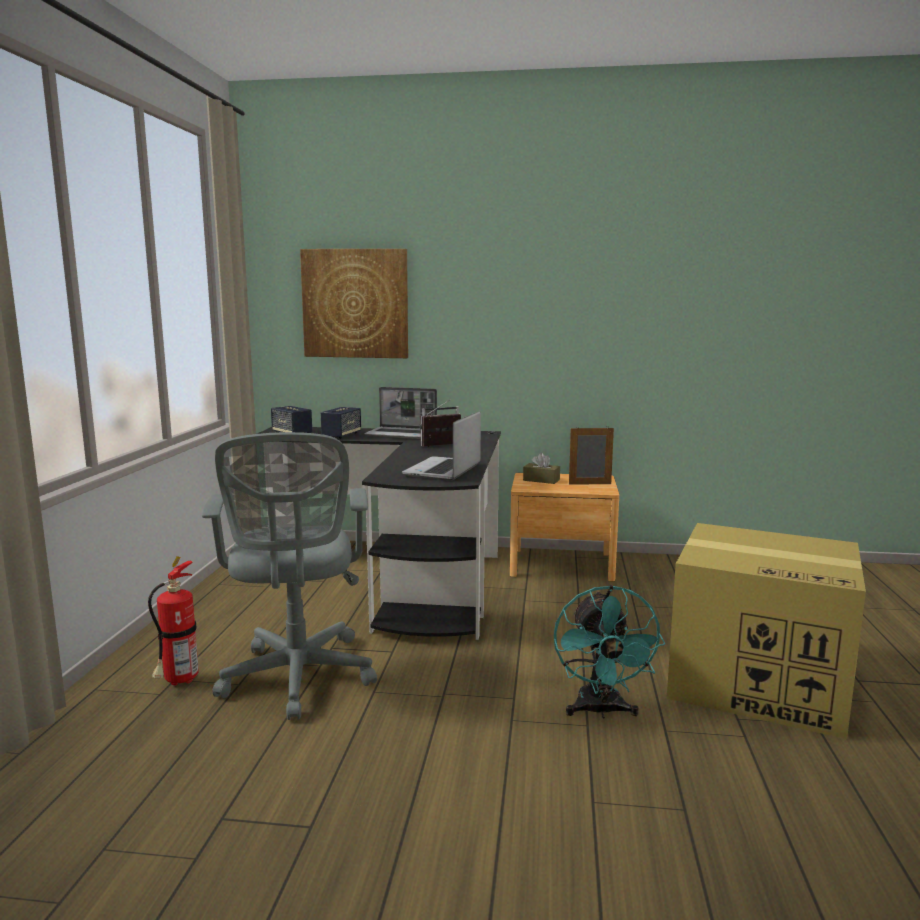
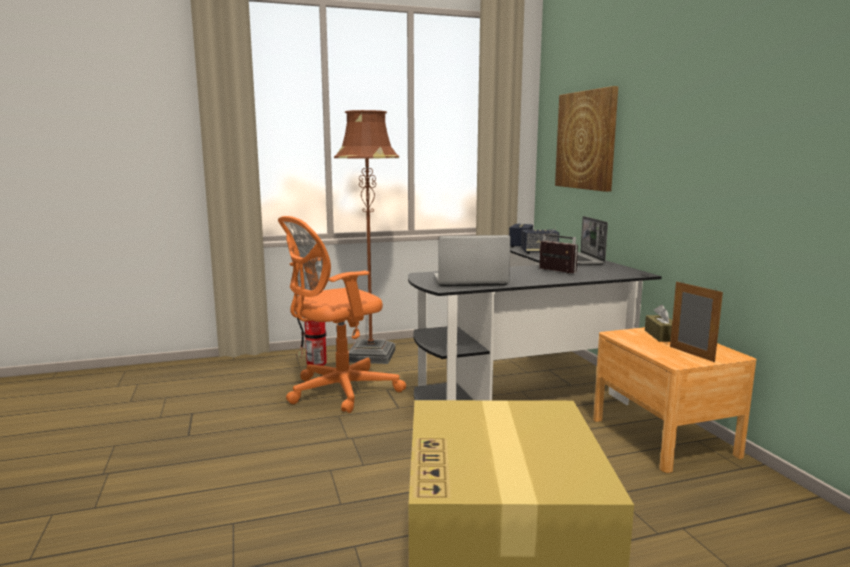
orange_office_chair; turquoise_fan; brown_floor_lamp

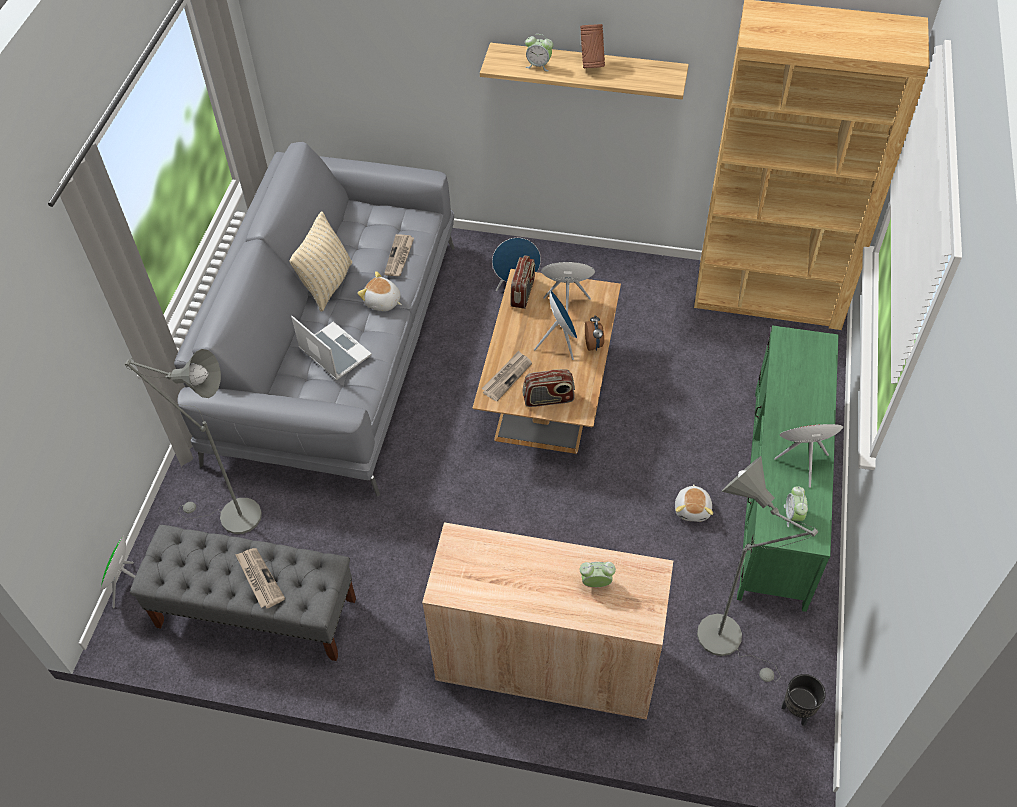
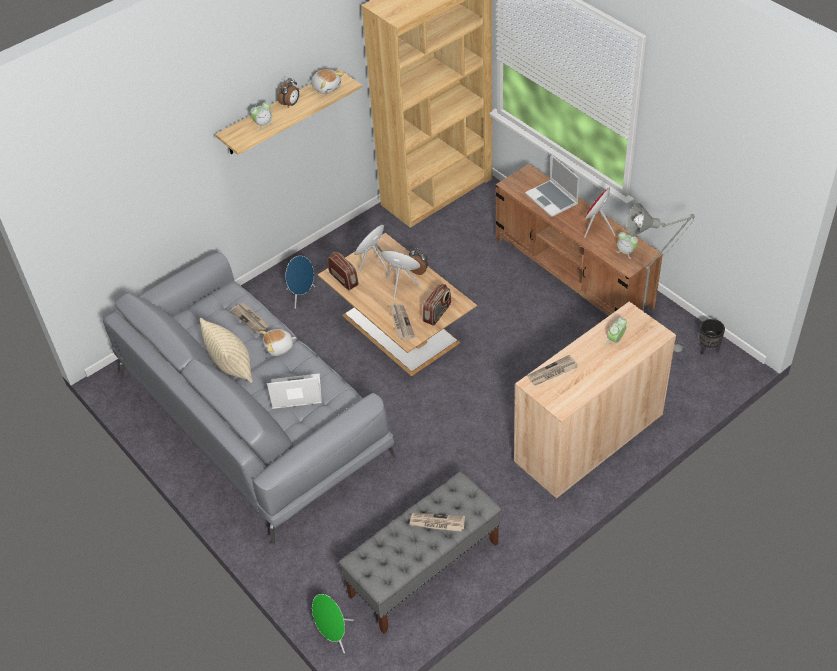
grey_floor_lamp (no. 1 from left in the first image); alarm_clock (no. 2 from left); plush_toy (no. 2 from left); brown_tv_stand; laptop (no. 2 from left); newspaper (no. 4 from left)

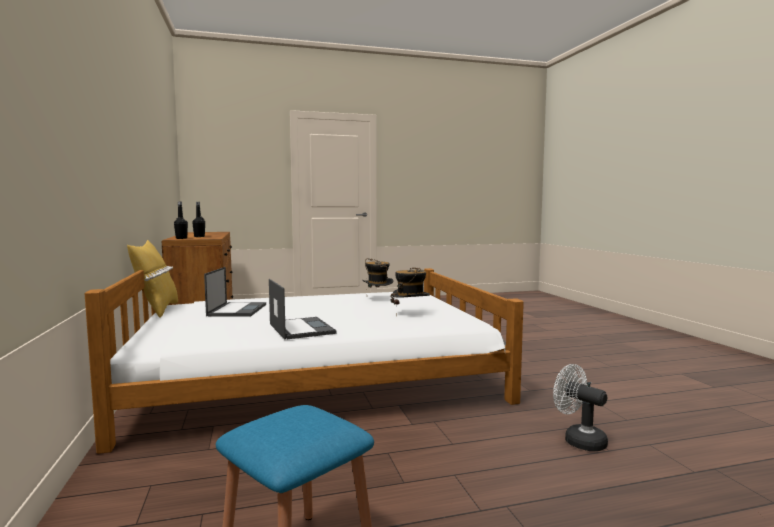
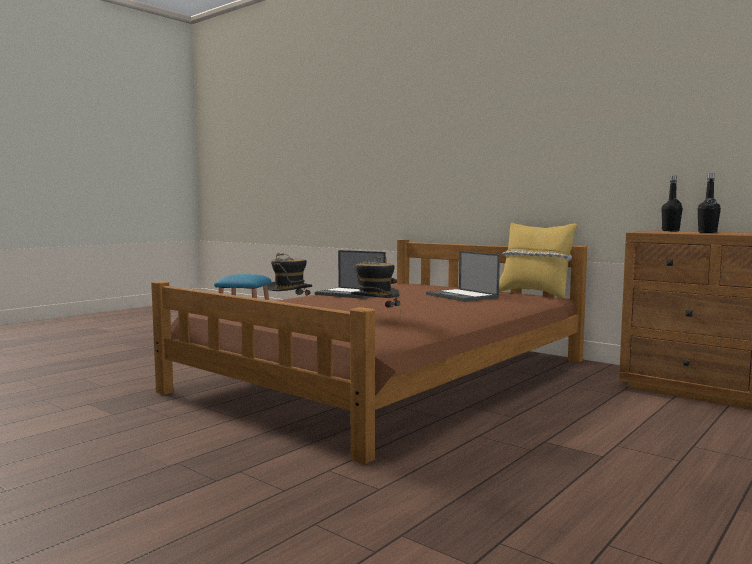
brown_bed; white_fan

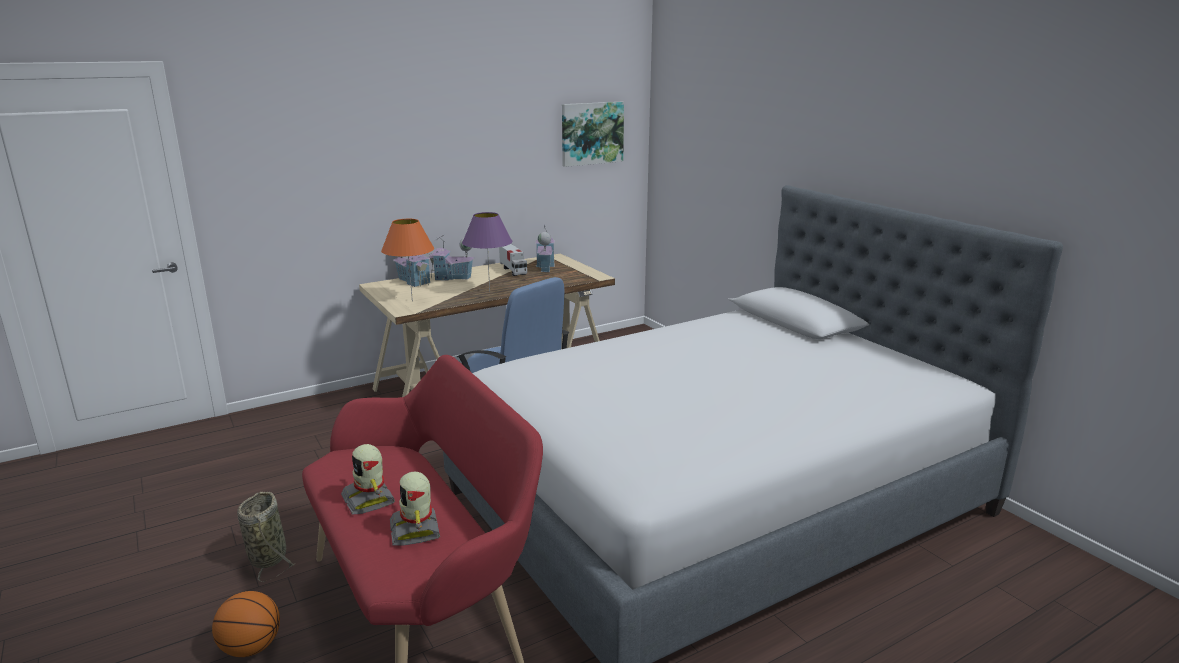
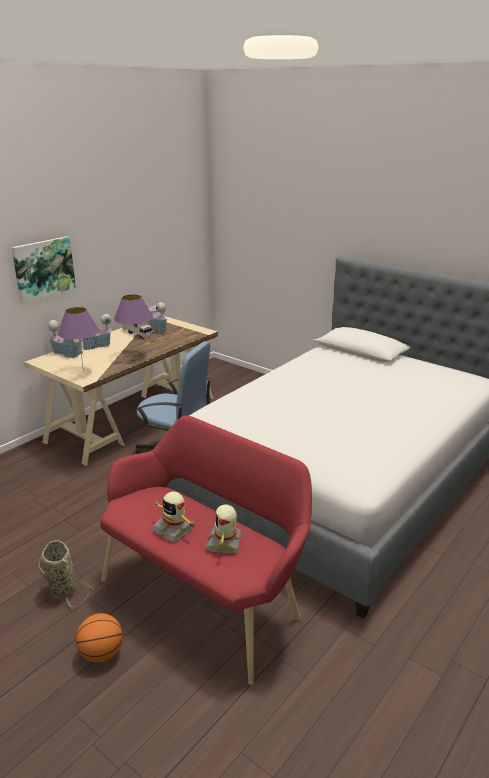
purple_table_lamp (no. 1 from left); toy_robot (no. 2 from left); picture

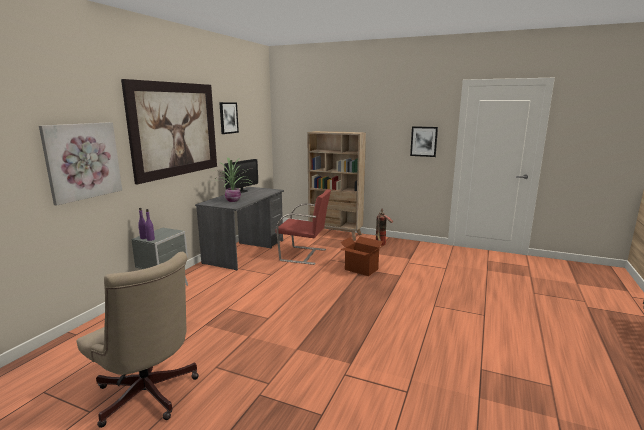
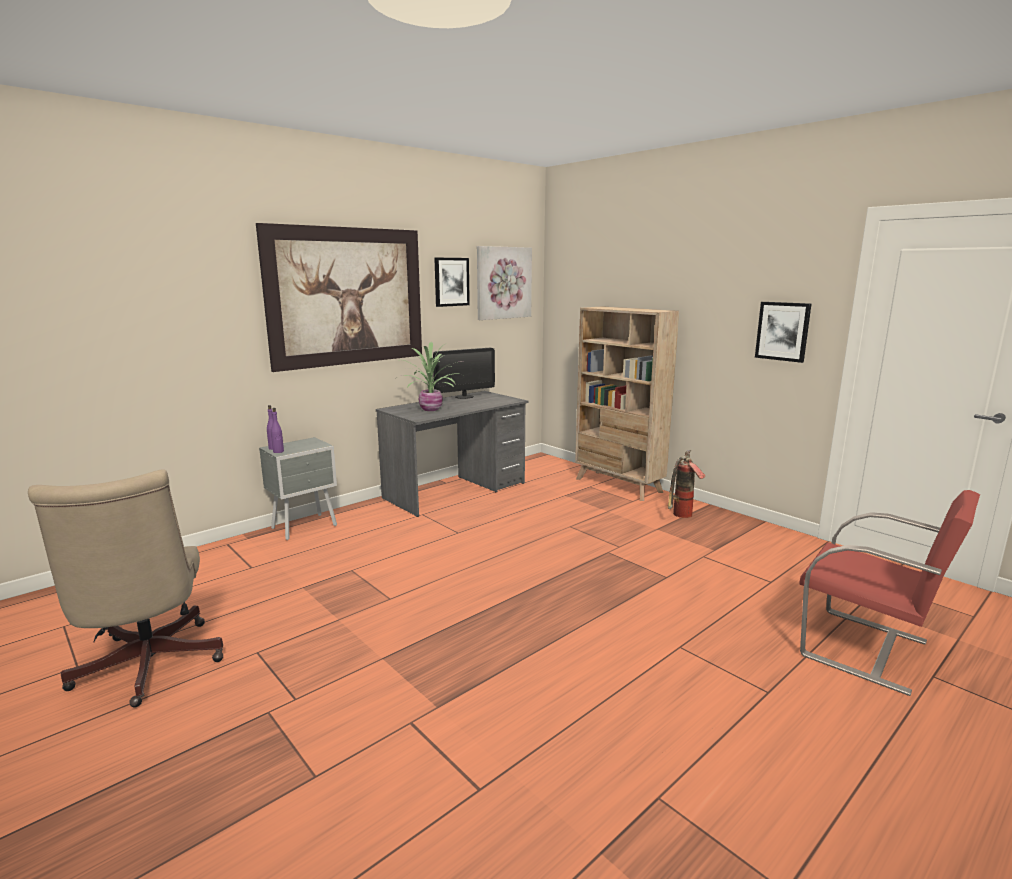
picture (no. 3 from left); red_chair; cardboard_box

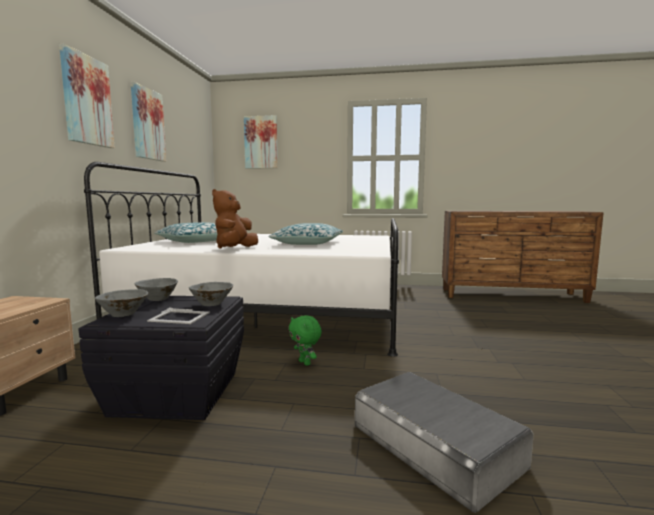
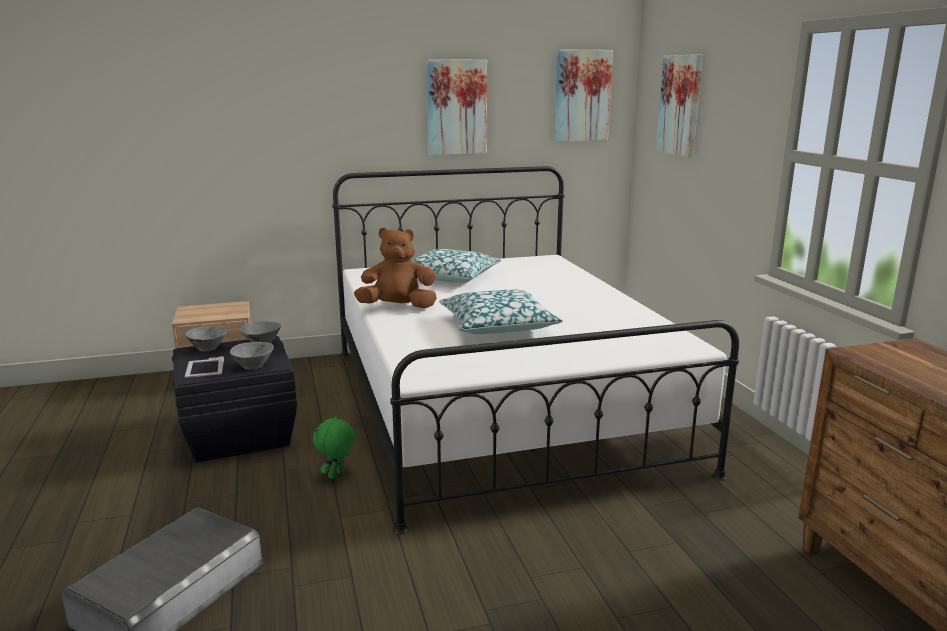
picture (no. 2 from left)

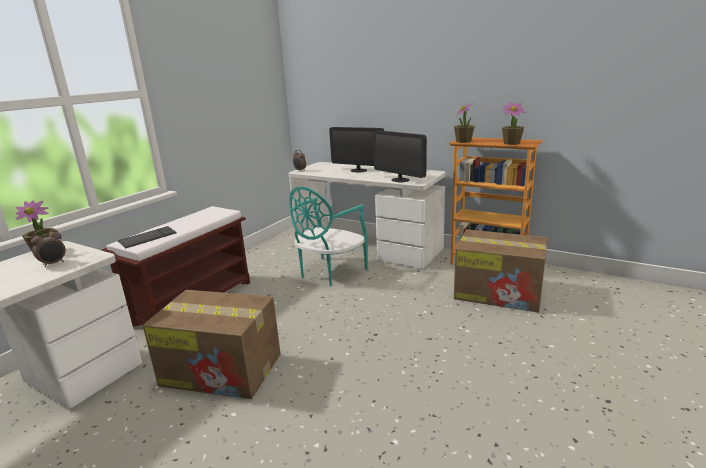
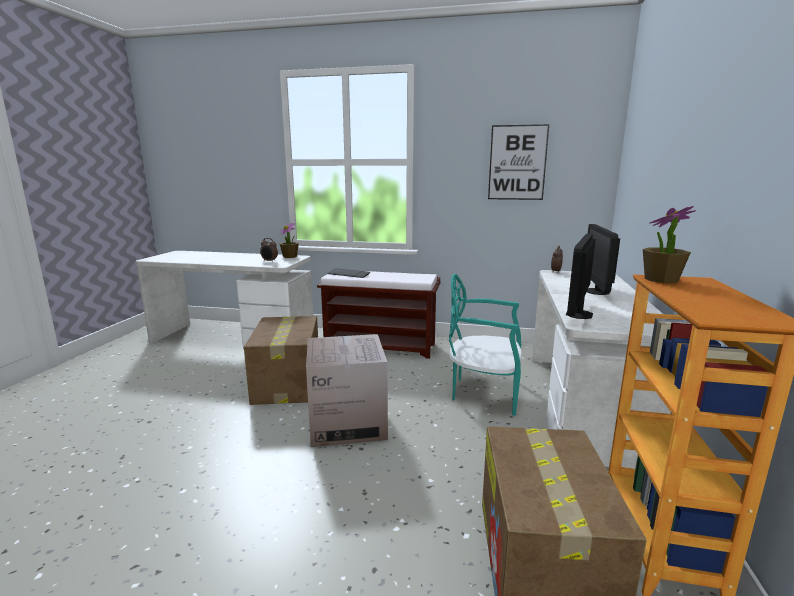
potted_plant (no. 3 from left in the first image); cardboard_box (no. 2 from left); picture

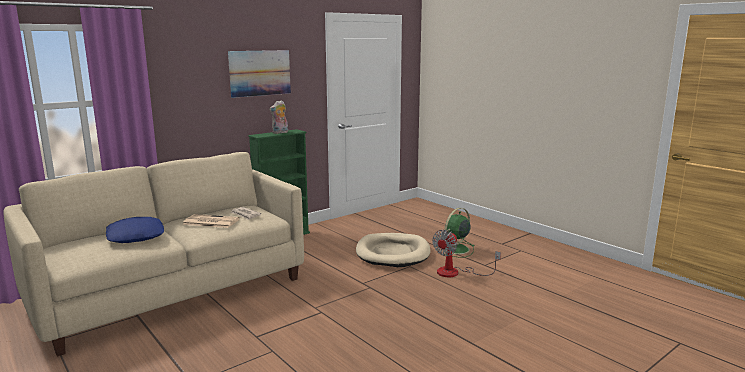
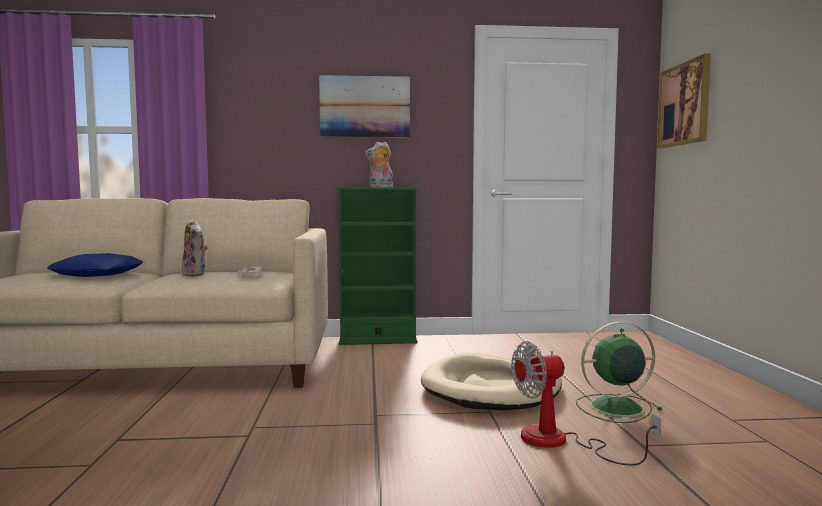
plush_toy (no. 1 from left); picture (no. 2 from left)

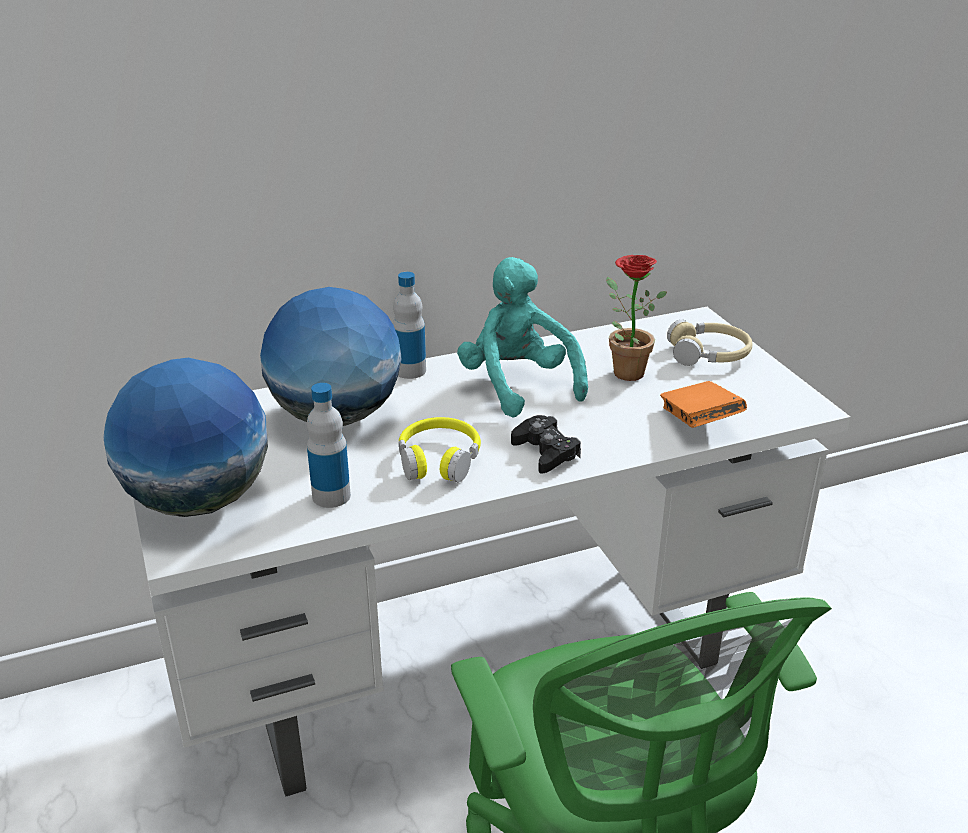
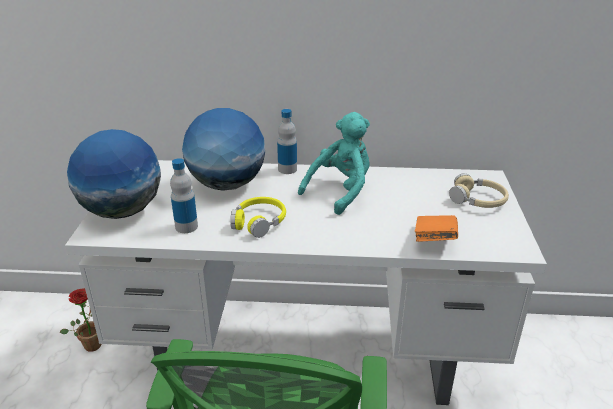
turquoise_plush_toy; black_game_controller; potted_plant

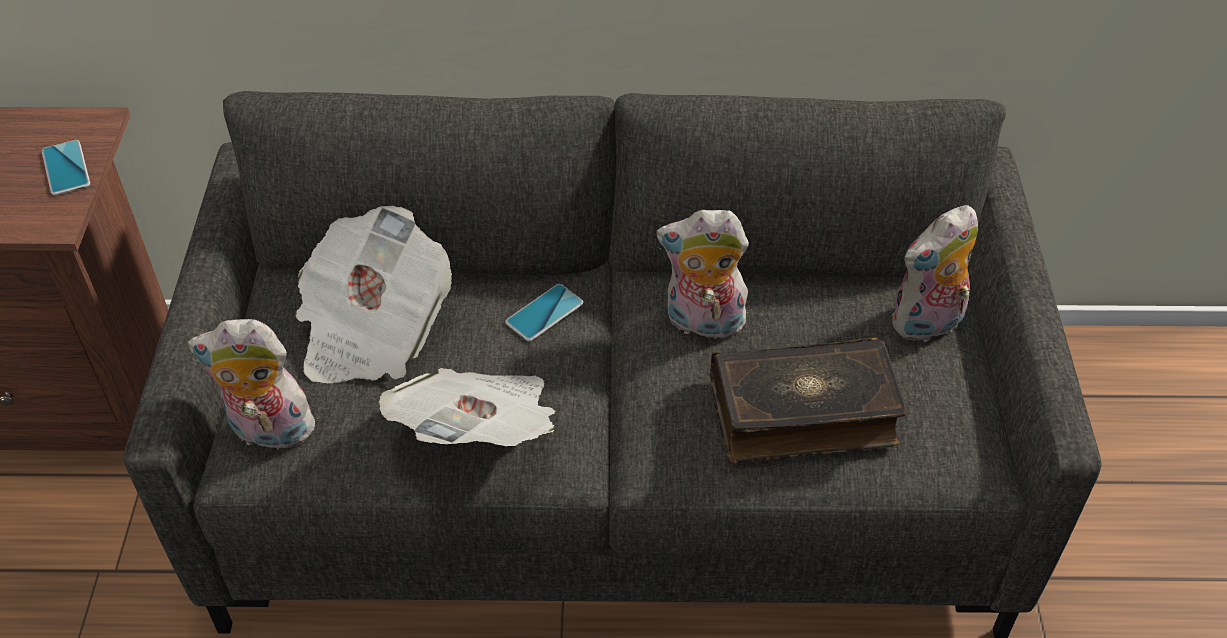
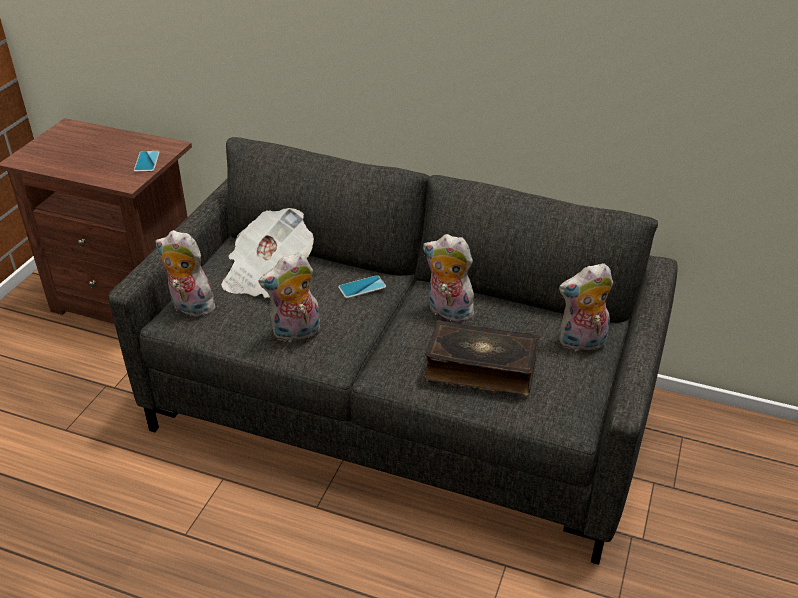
plush_toy (no. 2 from left)

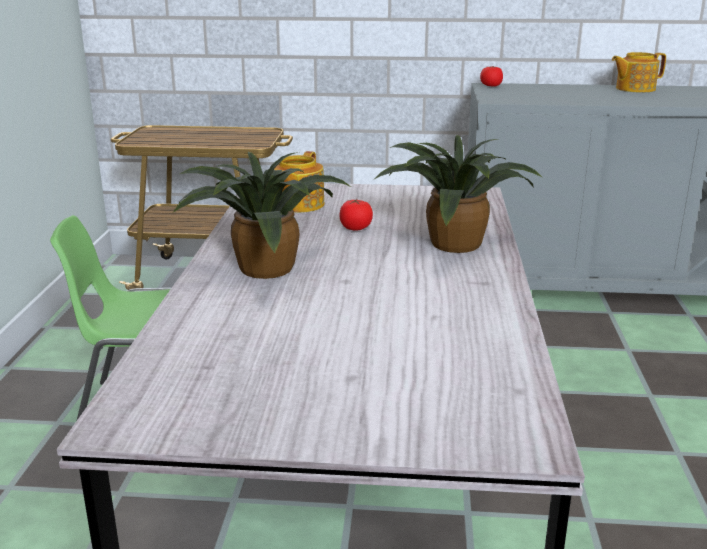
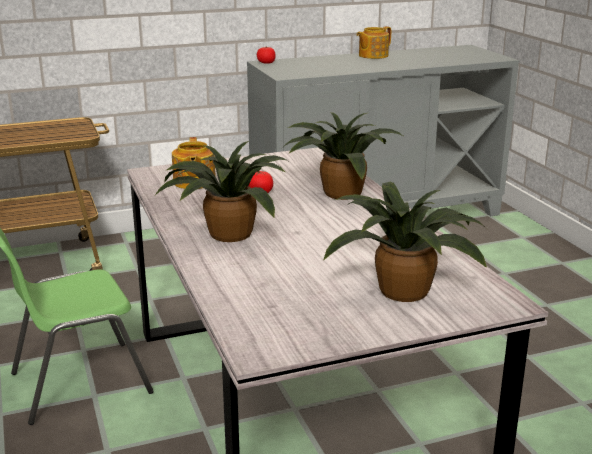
potted_plant (no. 3 from left)

